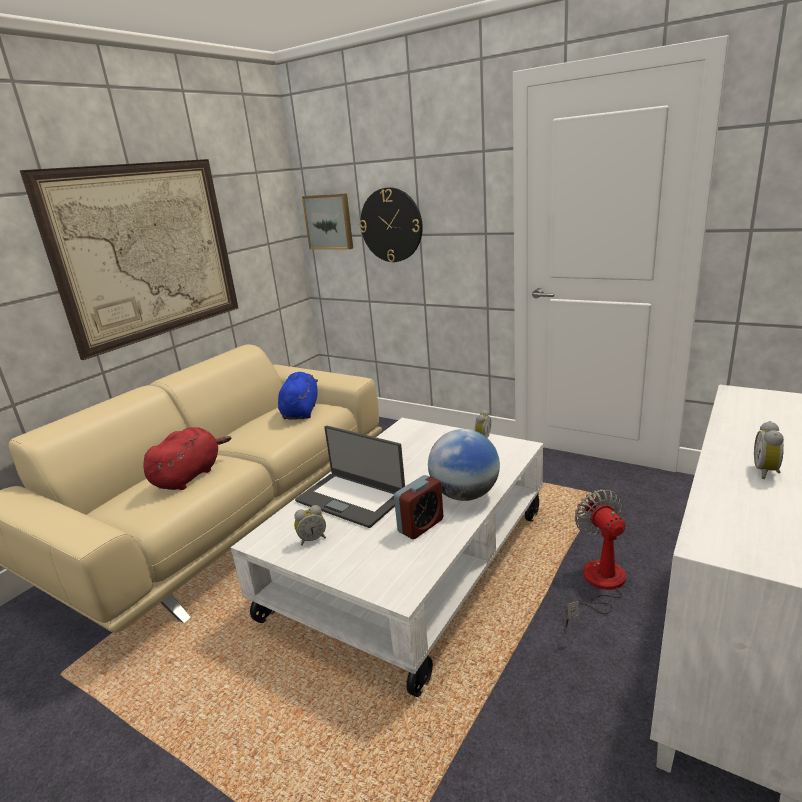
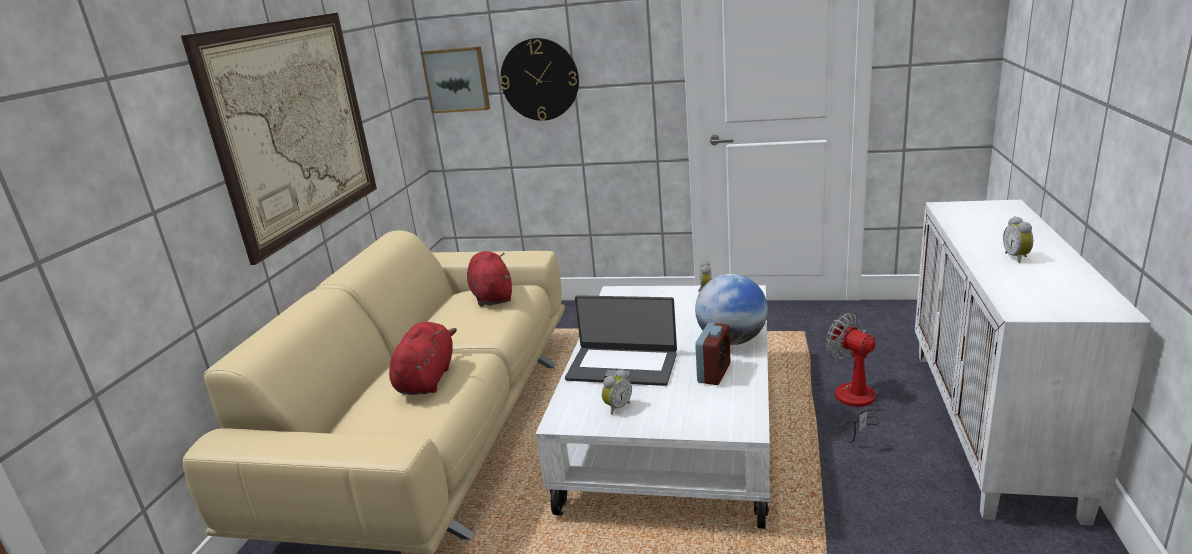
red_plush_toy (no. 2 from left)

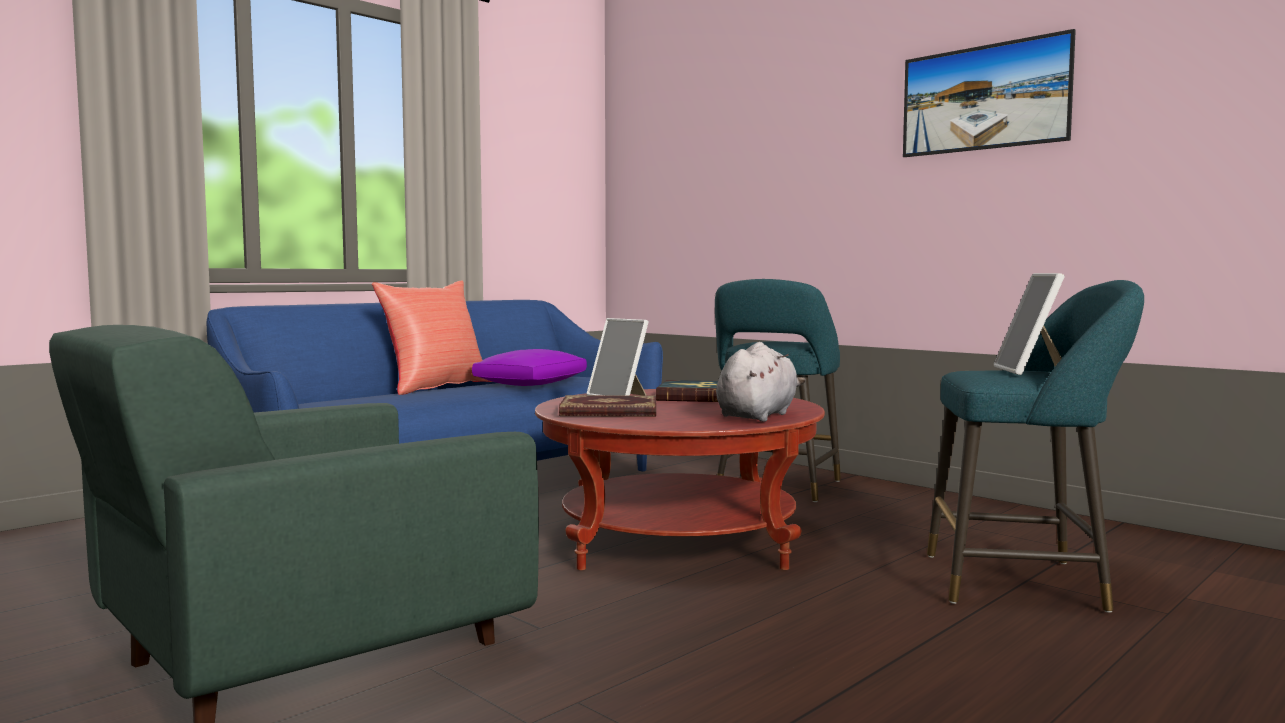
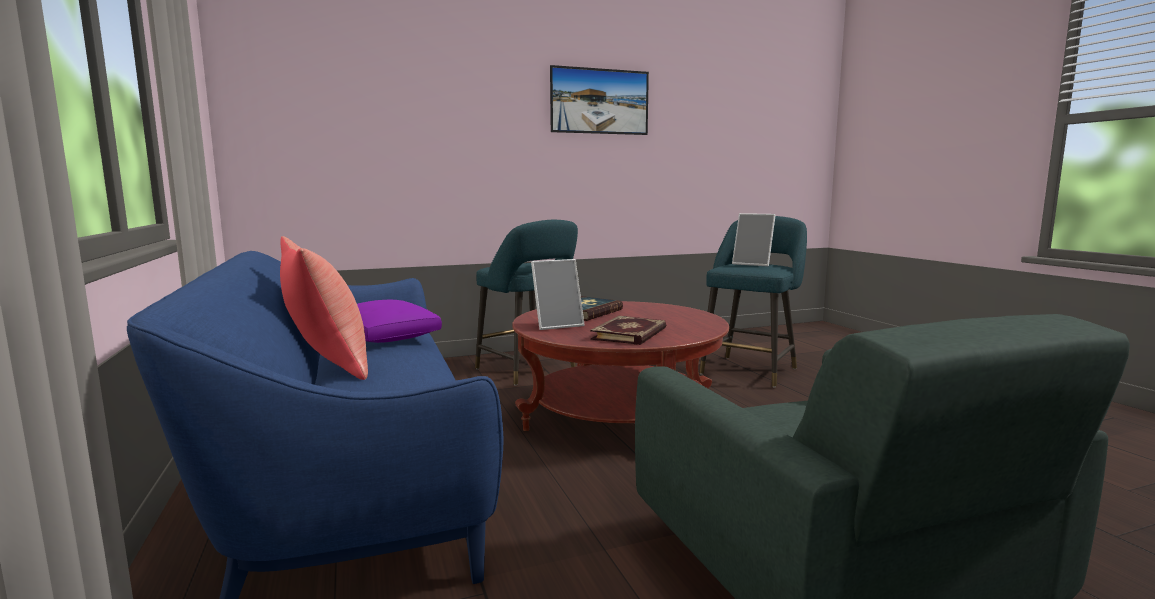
grey_plush_toy

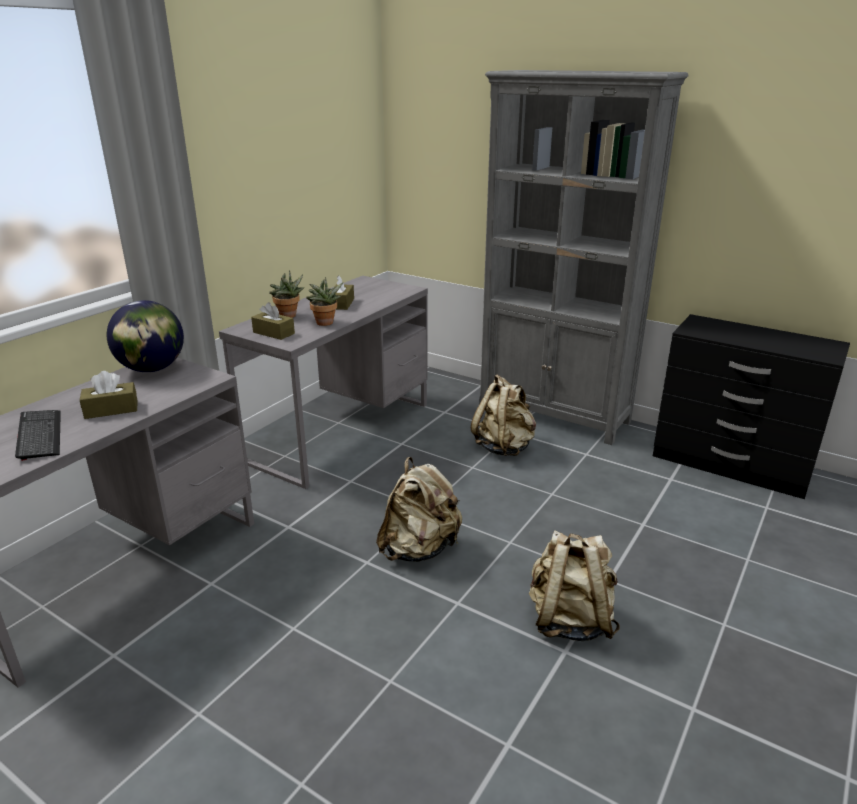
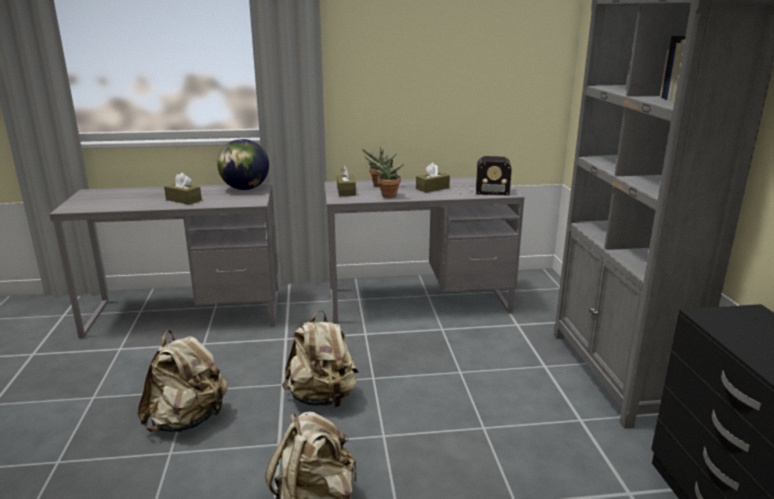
keyboard; beige_backpack (no. 1 from left); radio

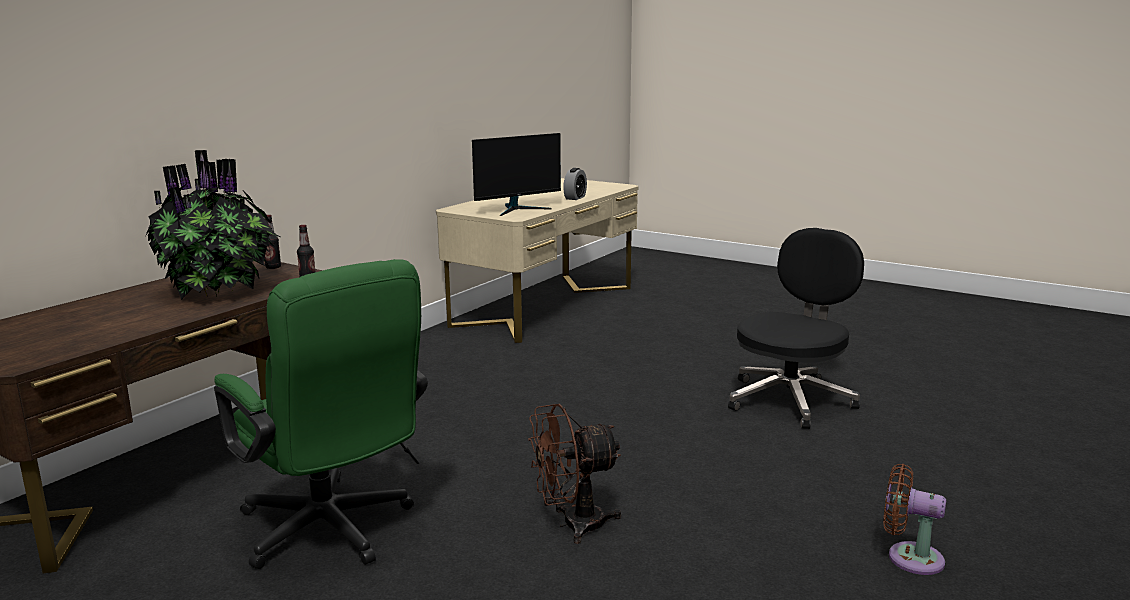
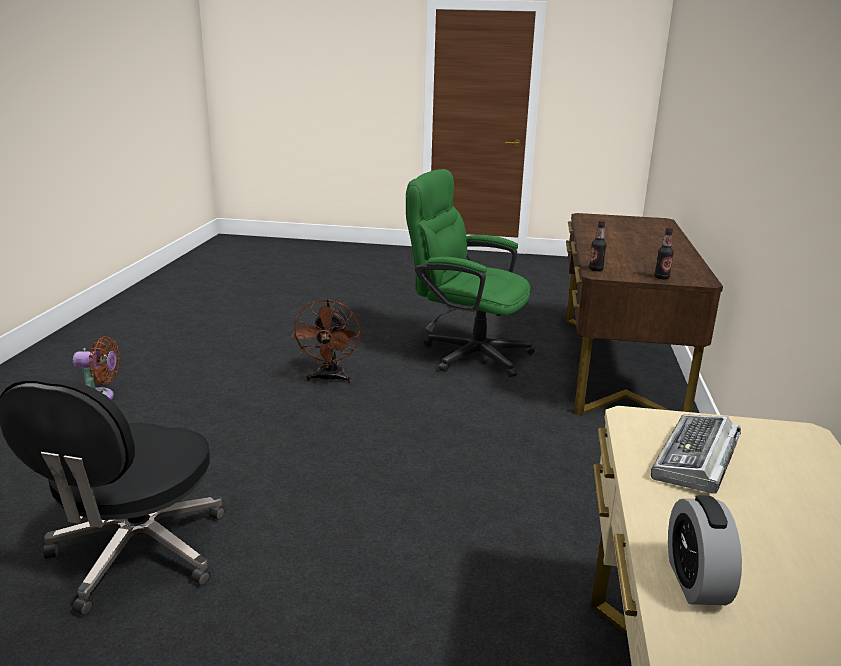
potted_plant; keyboard; brown_fan (no. 2 from left)

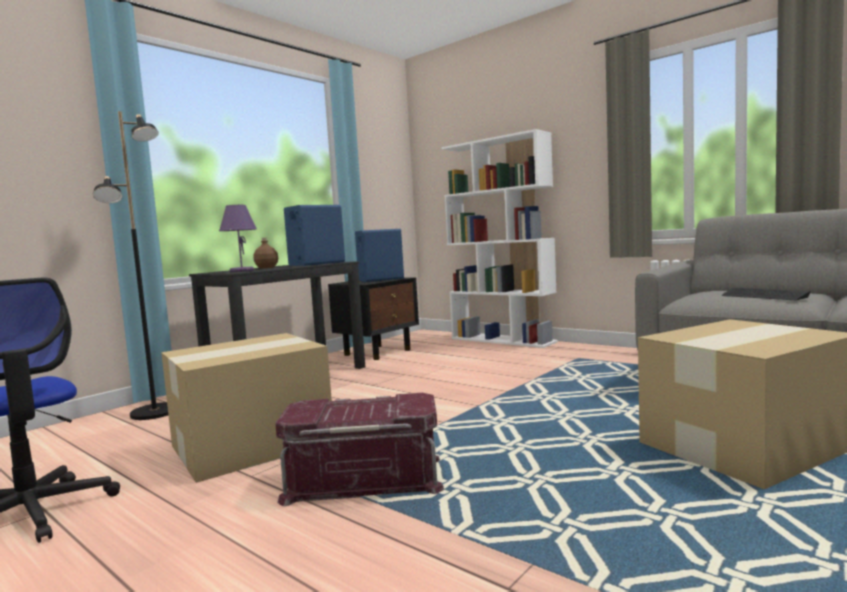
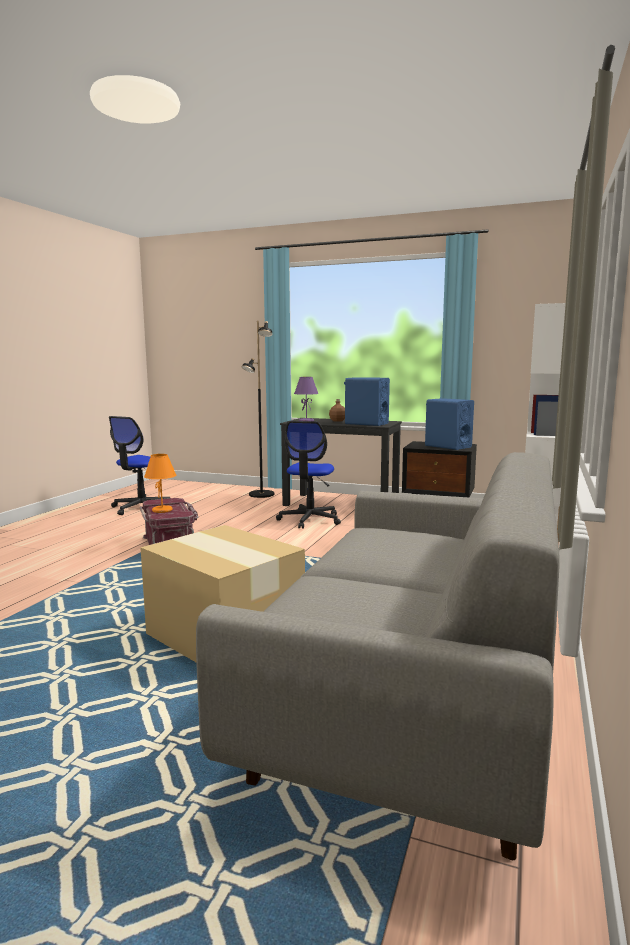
cardboard_box (no. 1 from left in the first image); keyboard; orange_table_lamp; office_chair (no. 2 from left)

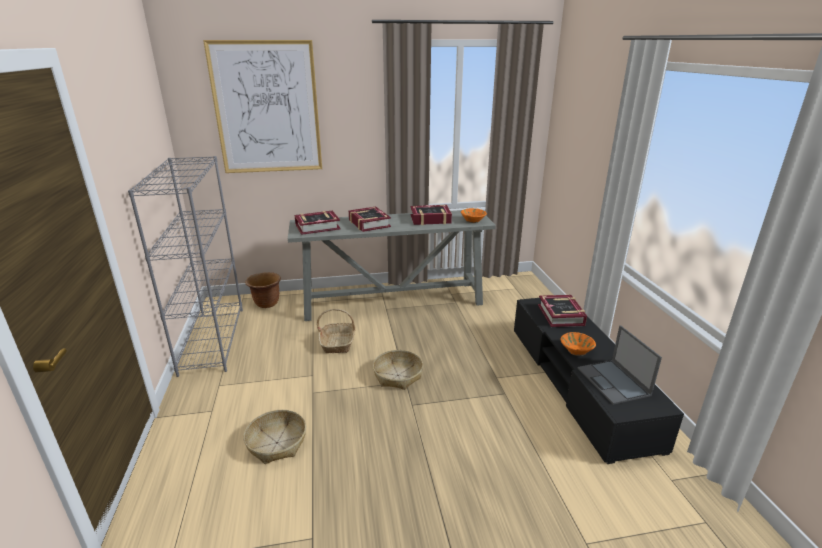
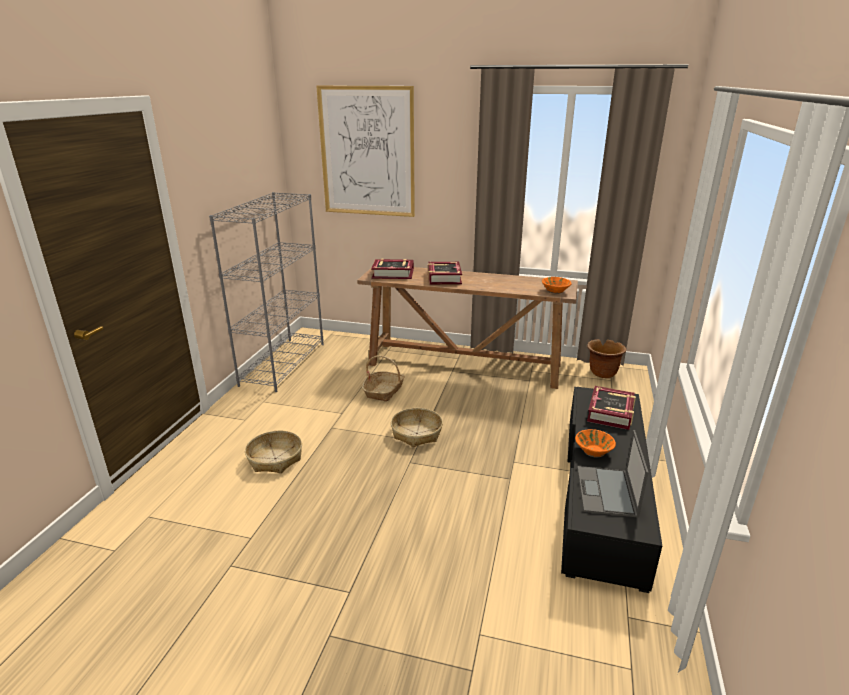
brown_planter; brown_console_table; book (no. 3 from left in the first image)

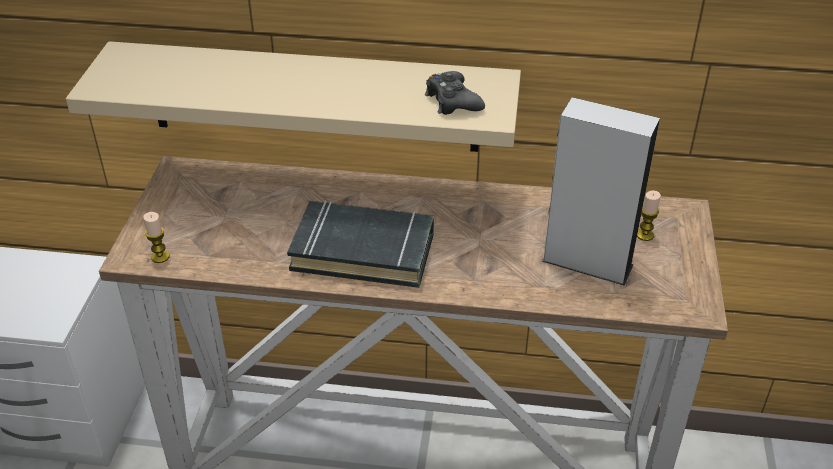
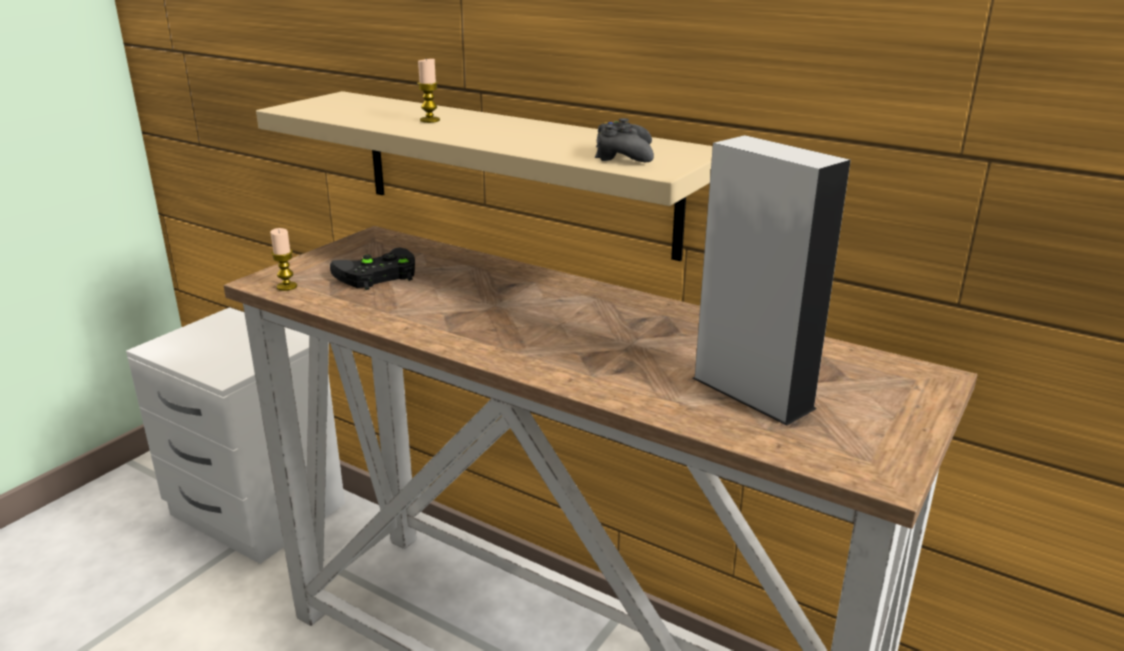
black_book; candle (no. 2 from left); black_game_controller (no. 1 from left)

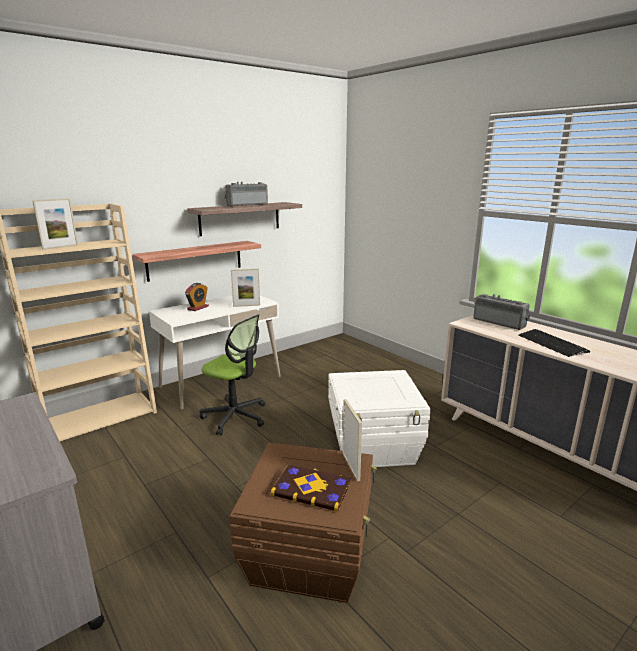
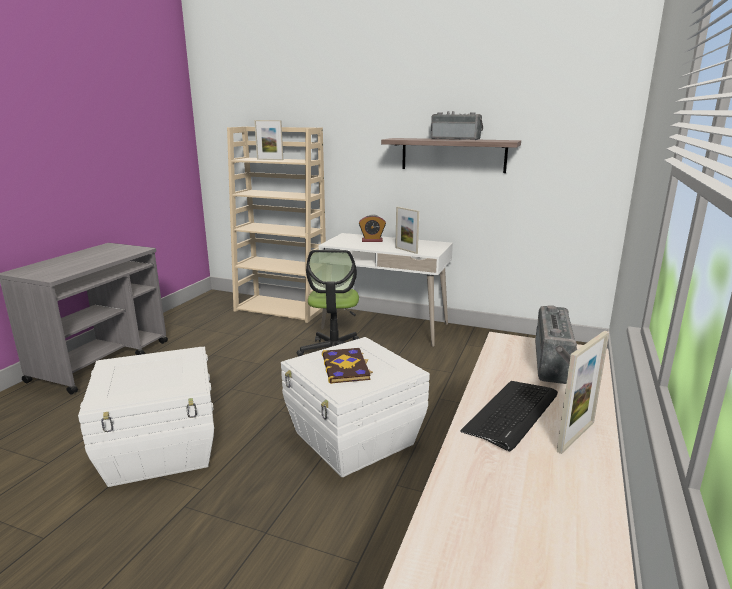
shelf (no. 1 from left in the first image); white_storage_box (no. 1 from left); book; picture_frame (no. 3 from left)

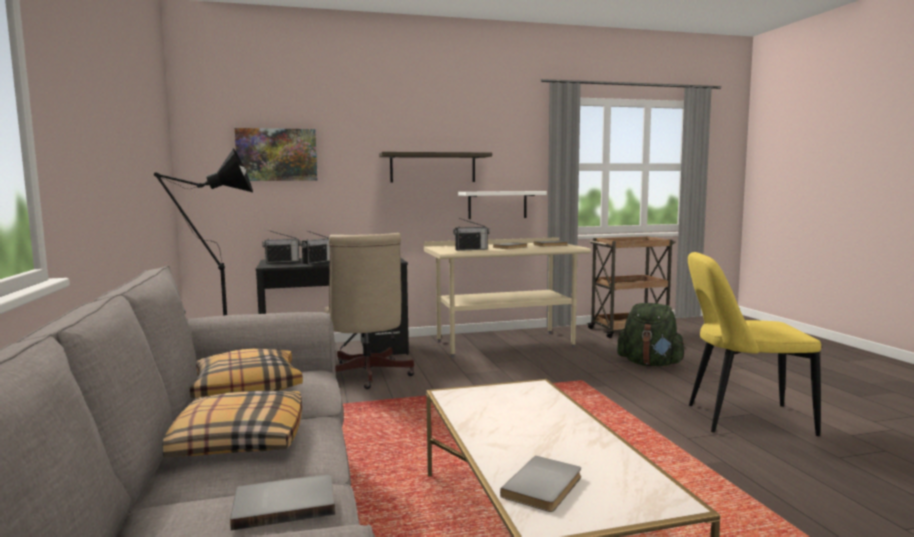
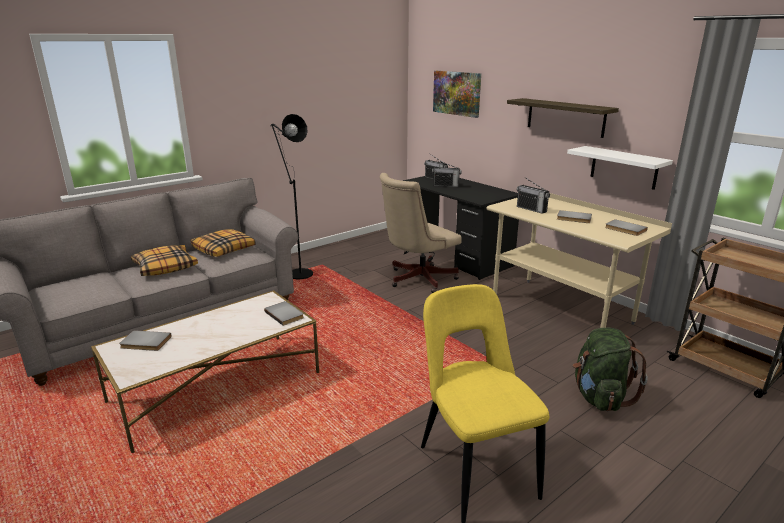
grey_book (no. 2 from left)

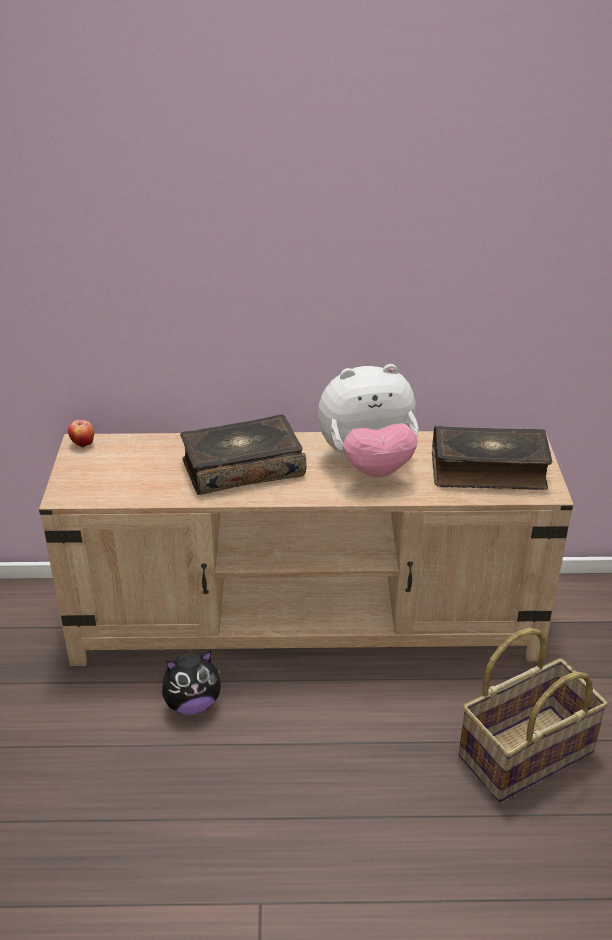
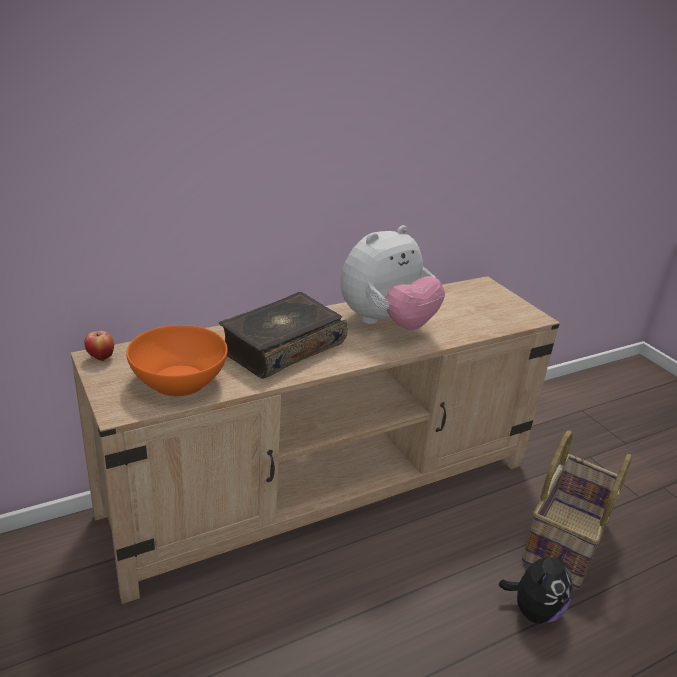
plush_toy (no. 2 from left); book (no. 2 from left in the first image); orange_bowl

